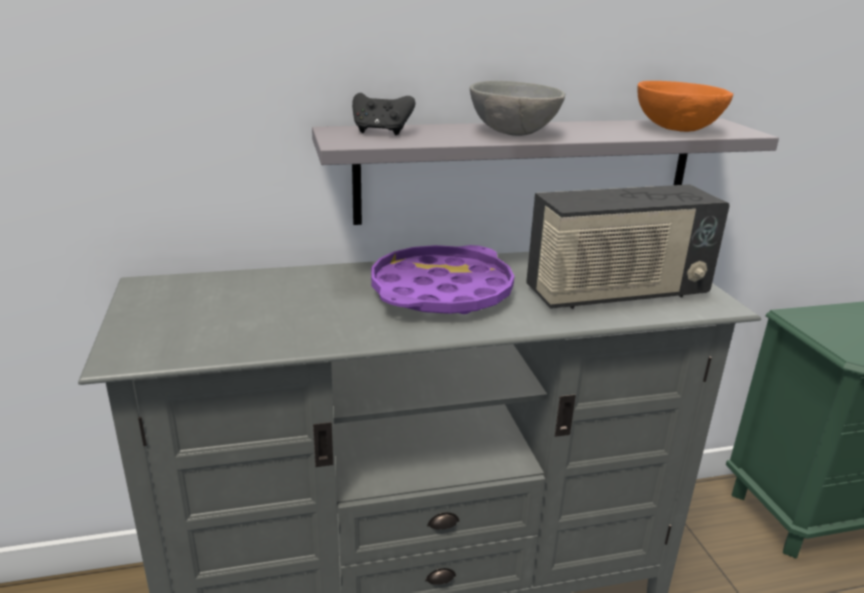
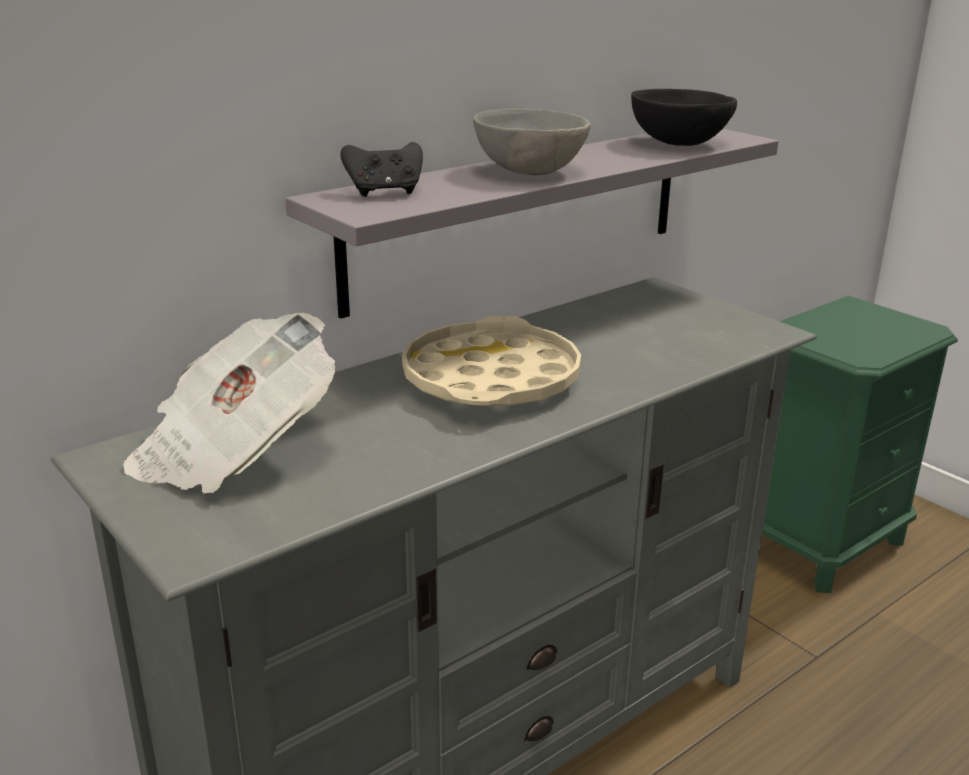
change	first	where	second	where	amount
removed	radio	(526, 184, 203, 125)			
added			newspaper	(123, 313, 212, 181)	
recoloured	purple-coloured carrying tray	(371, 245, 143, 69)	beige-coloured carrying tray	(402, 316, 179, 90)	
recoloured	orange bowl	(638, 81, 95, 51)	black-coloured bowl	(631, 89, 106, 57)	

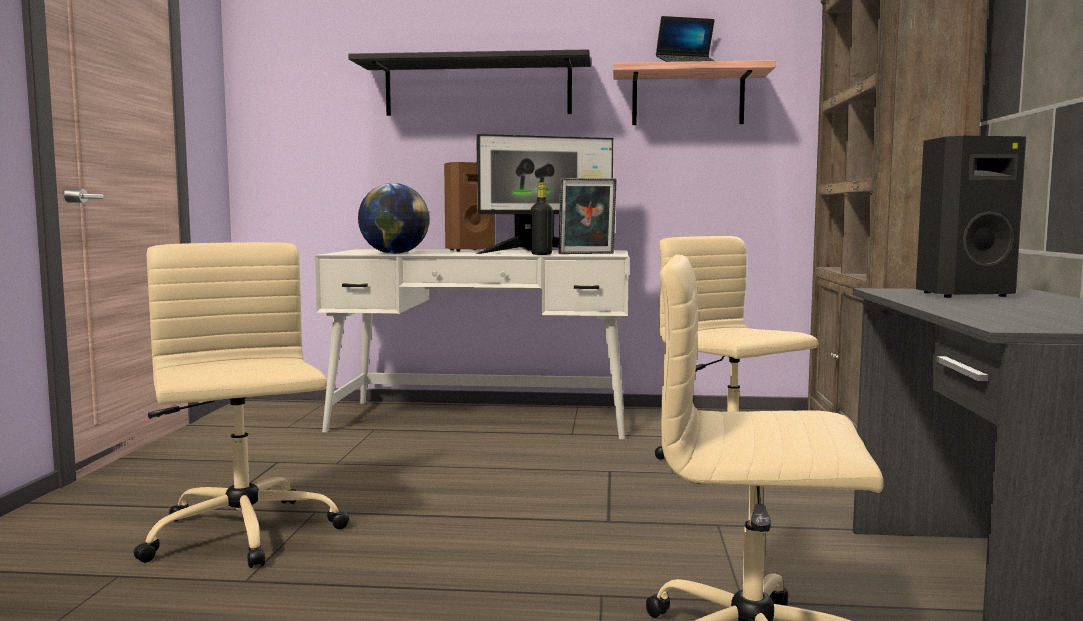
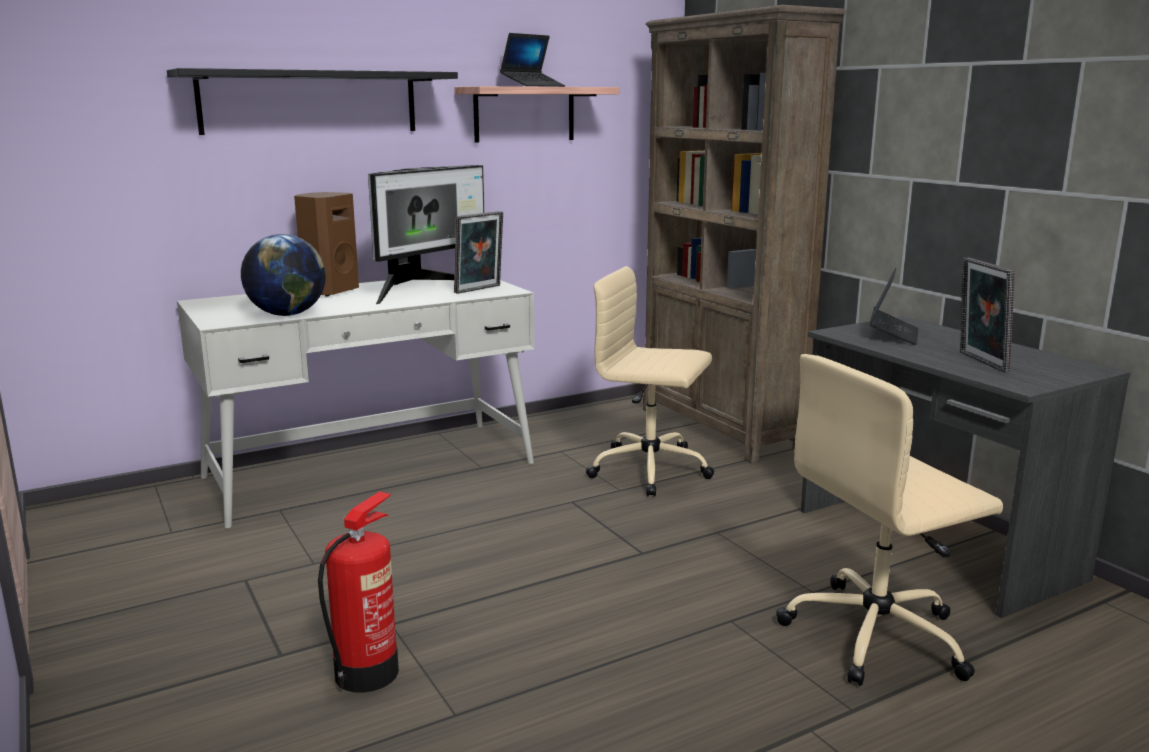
change	first	where	second	where	amount
removed	black-coloured bottle	(531, 182, 22, 73)			
added			photo frame	(960, 257, 55, 115)	
replaced	beige-coloured desk chair	(133, 242, 217, 326)	extinguisher	(318, 491, 81, 202)	
replaced	black-coloured audio speaker	(916, 136, 110, 162)	laptop	(869, 268, 49, 77)	

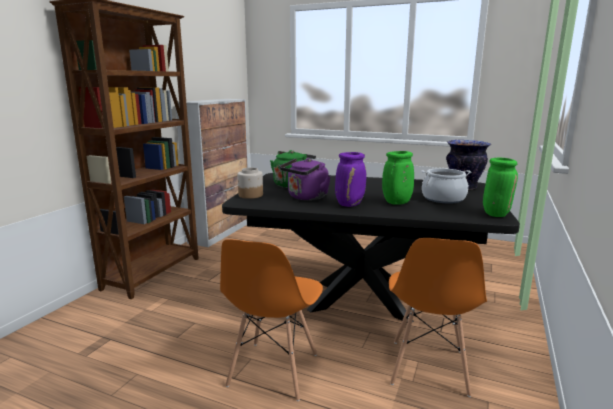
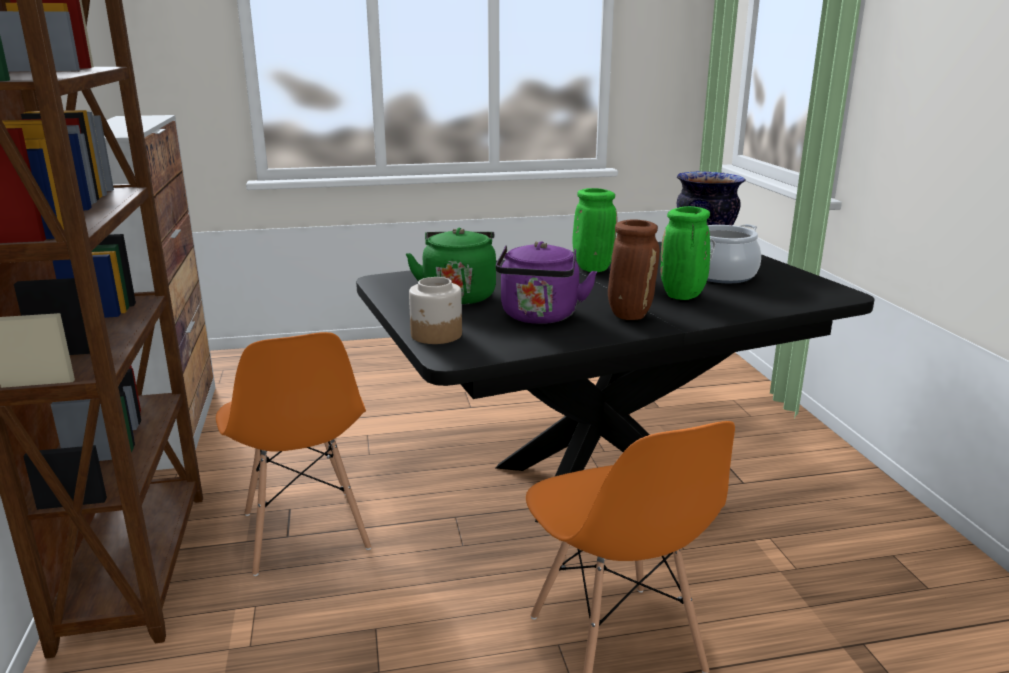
change	first	where	second	where	amount
moved	orange chair	(389, 238, 98, 159)		(216, 332, 155, 244)	
moved	green-coloured flower vase	(483, 158, 35, 59)		(572, 188, 45, 84)	
recoloured	purple-coloured flower vase	(335, 152, 31, 55)	brownish flower vase	(608, 219, 52, 101)	

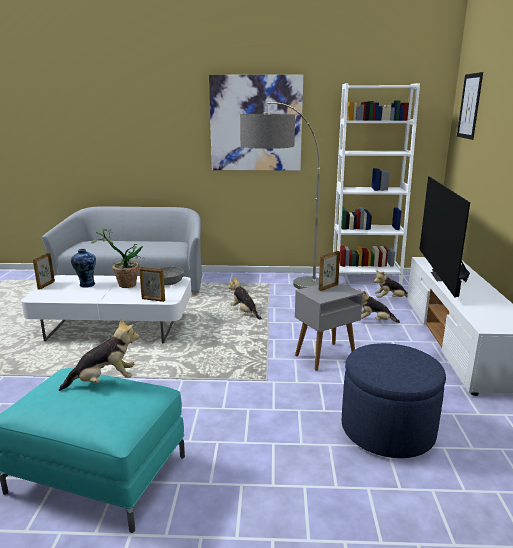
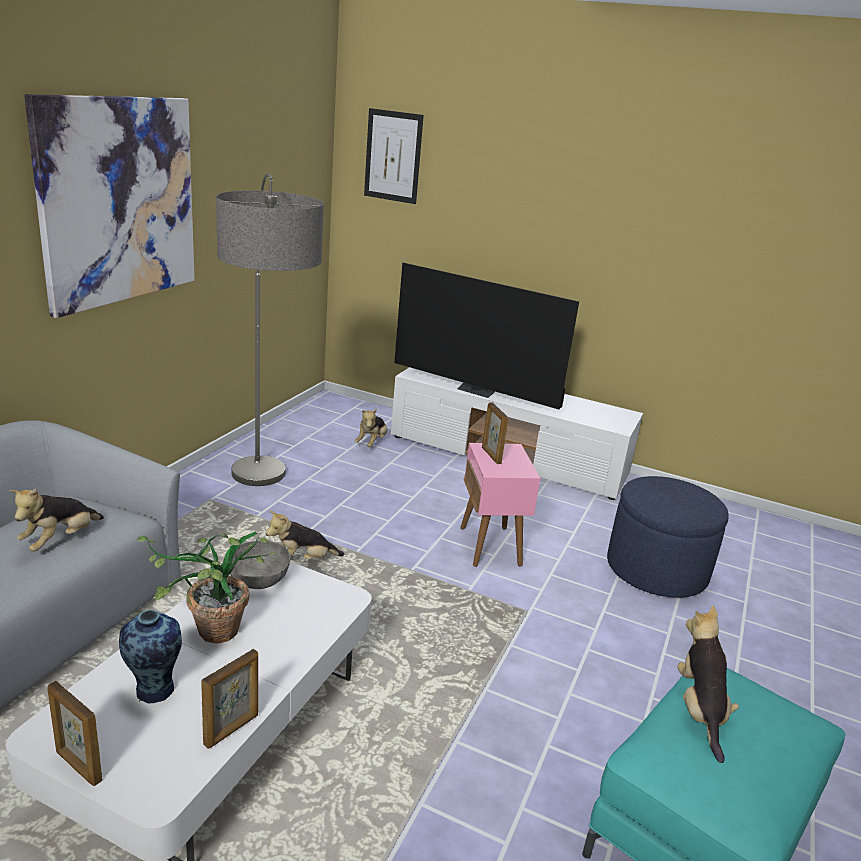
change	first	where	second	where	amount
removed	white shelving unit	(333, 83, 87, 202)			
moved	photo frame	(139, 267, 26, 35)		(201, 649, 57, 100)	
moved	cuddly toy	(357, 288, 43, 35)		(9, 489, 95, 63)	
recoloured	greyish accent table	(295, 281, 68, 90)	pink-coloured accent table	(460, 443, 81, 124)	

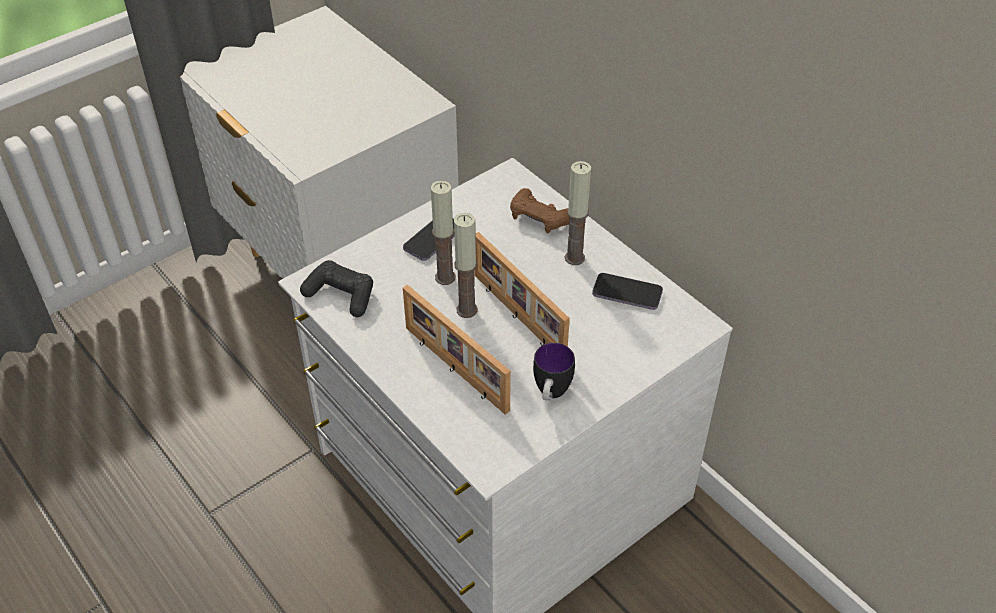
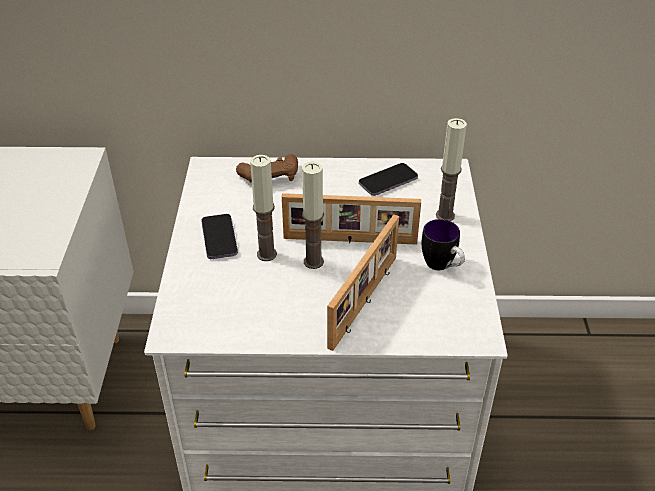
change	first	where	second	where	amount
removed	black-coloured gamepad	(300, 260, 73, 57)			
moved	candle	(565, 161, 26, 104)		(436, 118, 31, 103)	
turned	photo frame	(403, 285, 108, 130)		(327, 215, 72, 136)	60 degrees counterclockwise

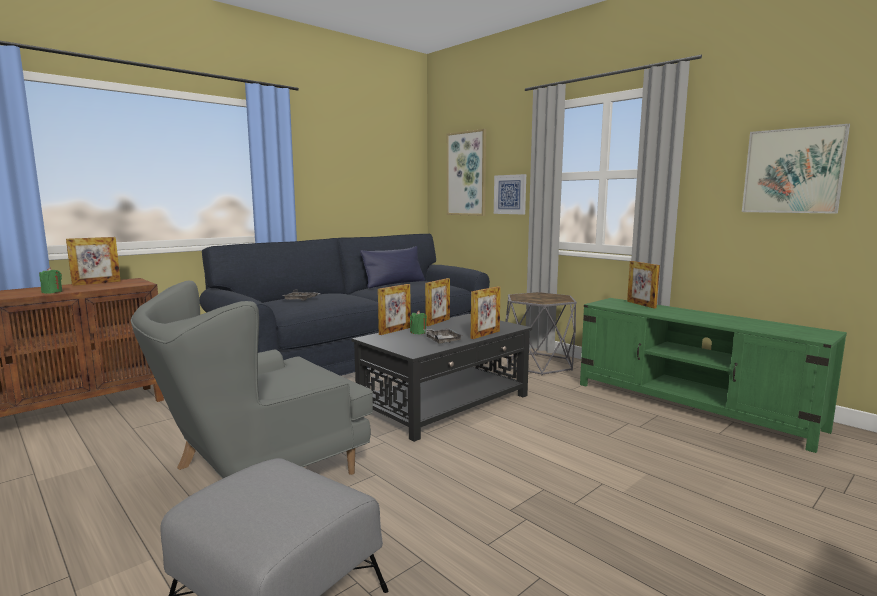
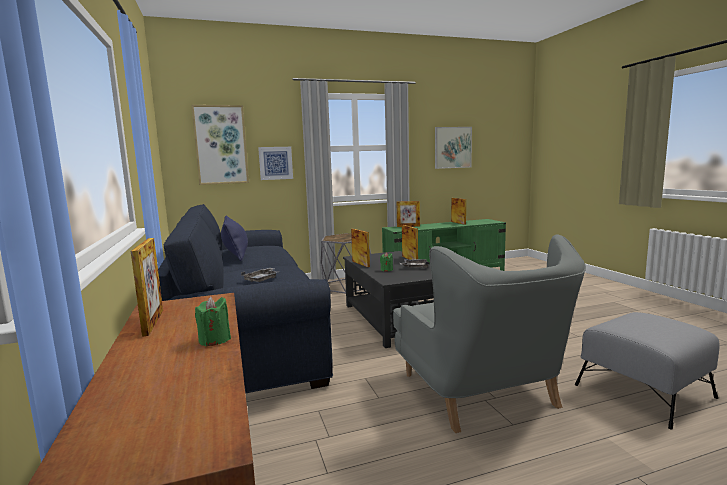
change	first	where	second	where	amount
moved	photo frame	(378, 284, 33, 51)		(451, 198, 15, 27)	

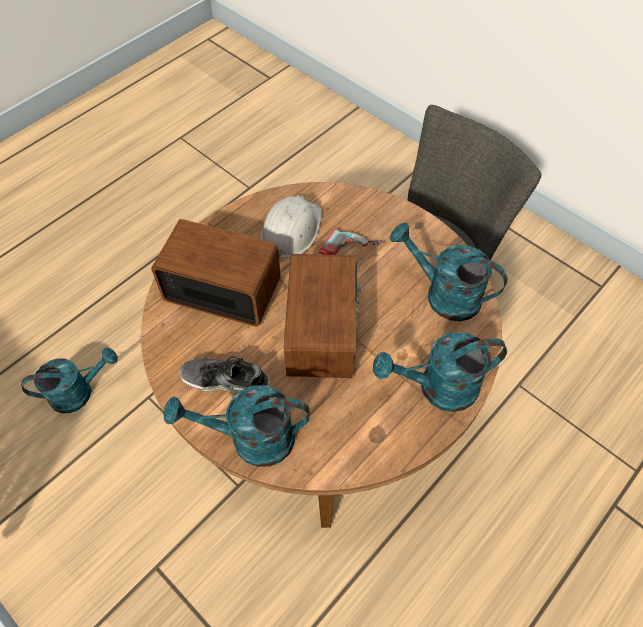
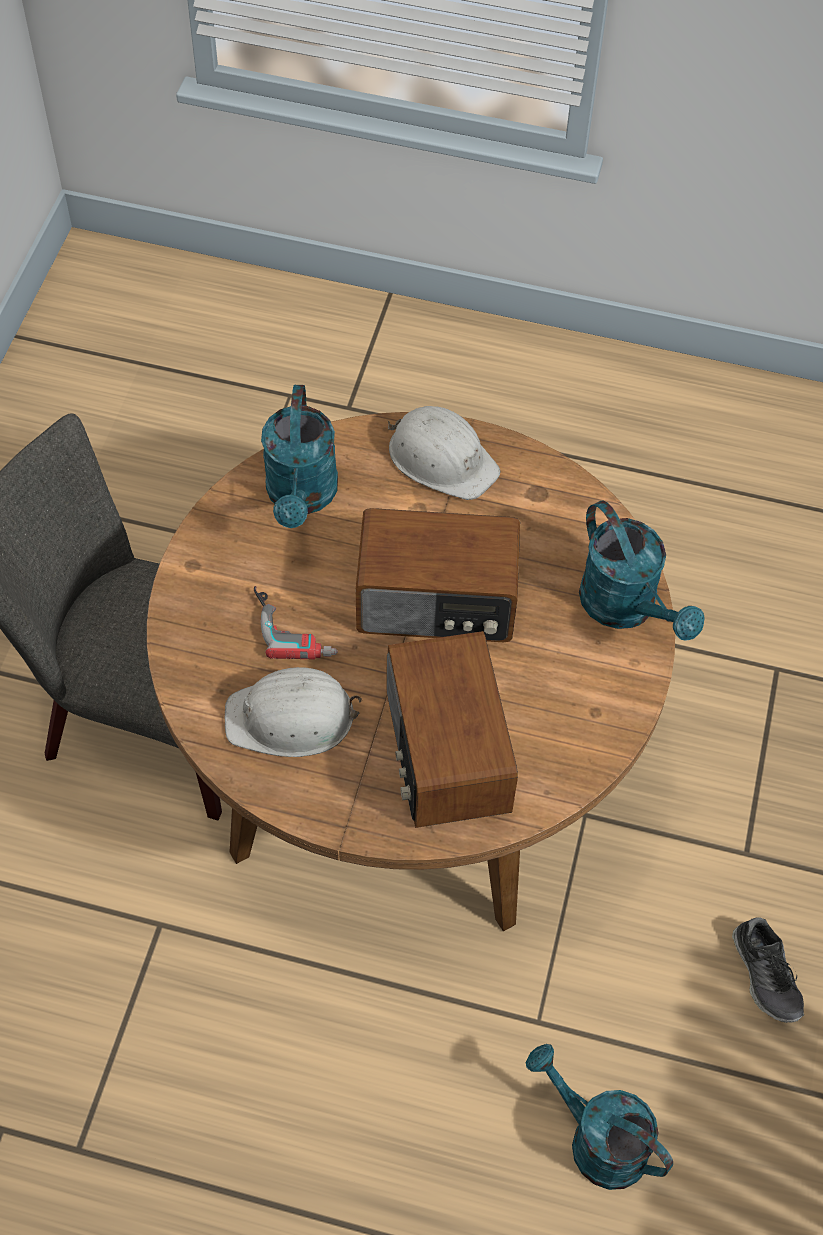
change	first	where	second	where	amount
moved	low shoe	(180, 356, 90, 38)		(732, 917, 72, 106)	
replaced	turquoise watering pot	(373, 332, 134, 80)	white work helmet	(388, 406, 112, 94)	
turned	radio	(284, 254, 77, 124)		(356, 508, 164, 134)	150 degrees counterclockwise

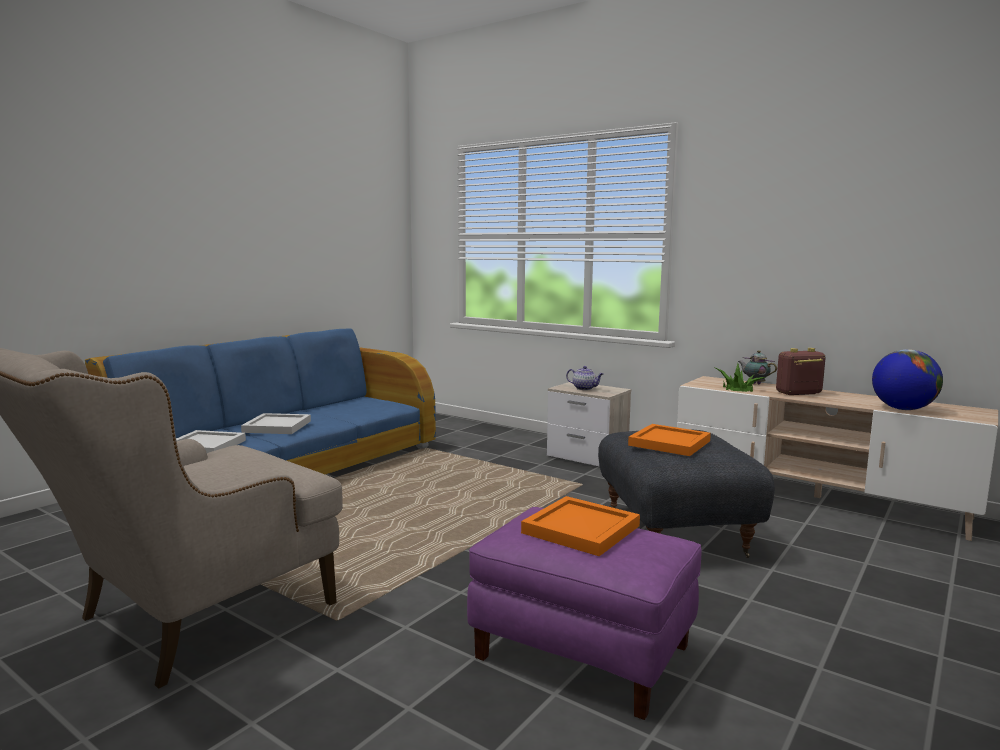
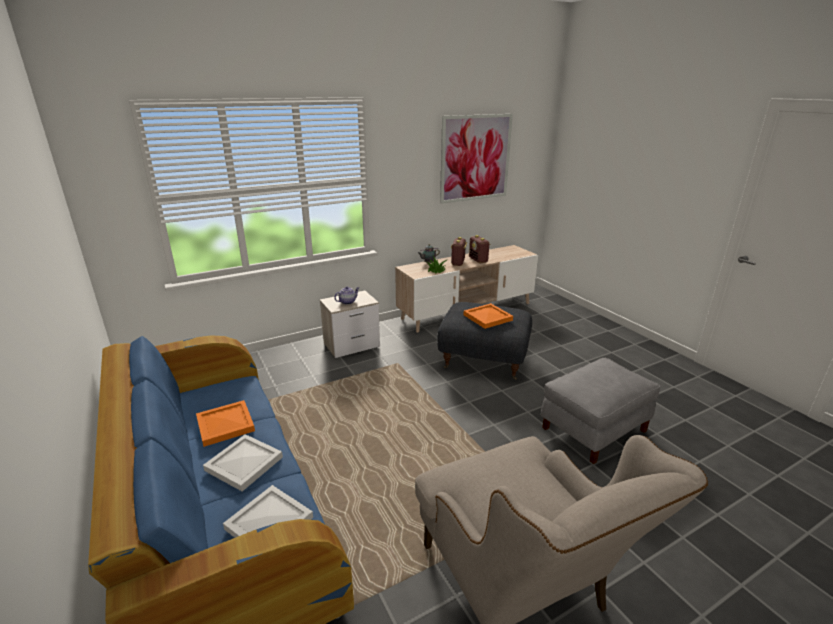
change	first	where	second	where	amount
removed	globe	(872, 349, 71, 61)			
added			wall picture	(440, 114, 73, 90)	
added			radio	(469, 235, 21, 28)	
moved	orange carrying tray	(521, 496, 119, 60)		(196, 400, 59, 47)	
recoloured	purple-coloured ottoman	(467, 507, 235, 213)	greyish ottoman	(541, 358, 119, 106)	

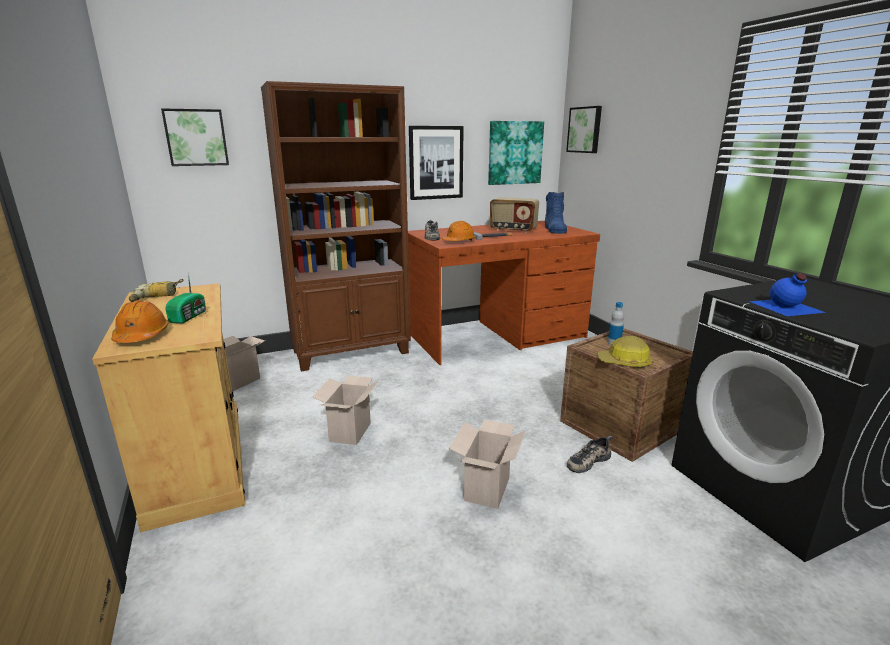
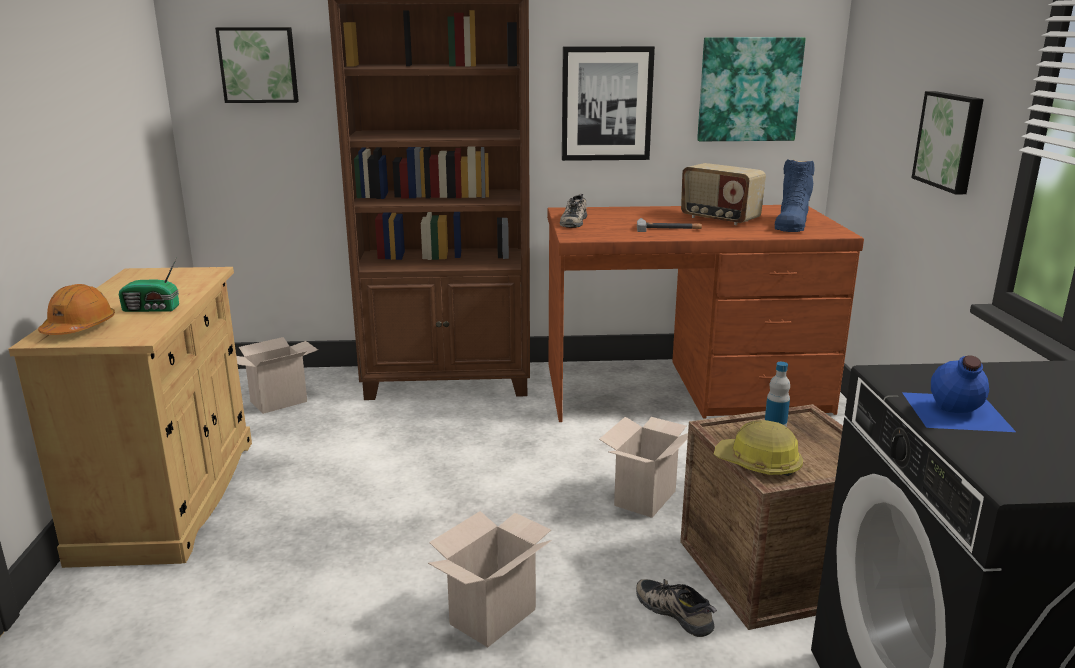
change	first	where	second	where	amount
removed	power drill	(129, 279, 55, 23)			
removed	orange work helmet	(442, 221, 34, 20)			
moved	cardboard box	(312, 375, 67, 70)		(599, 417, 89, 101)	
moved	wall picture	(566, 106, 36, 47)		(912, 91, 72, 103)	
turned	radio	(166, 272, 40, 51)		(119, 257, 60, 55)	60 degrees clockwise
turned	low shoe	(567, 436, 46, 37)		(636, 579, 81, 58)	60 degrees clockwise

